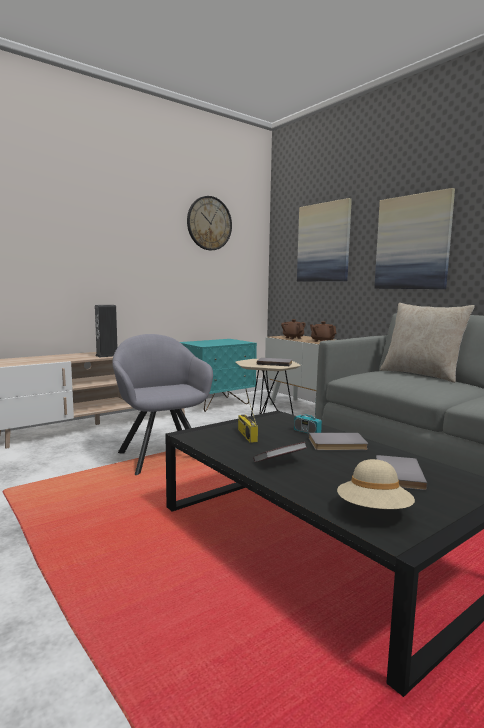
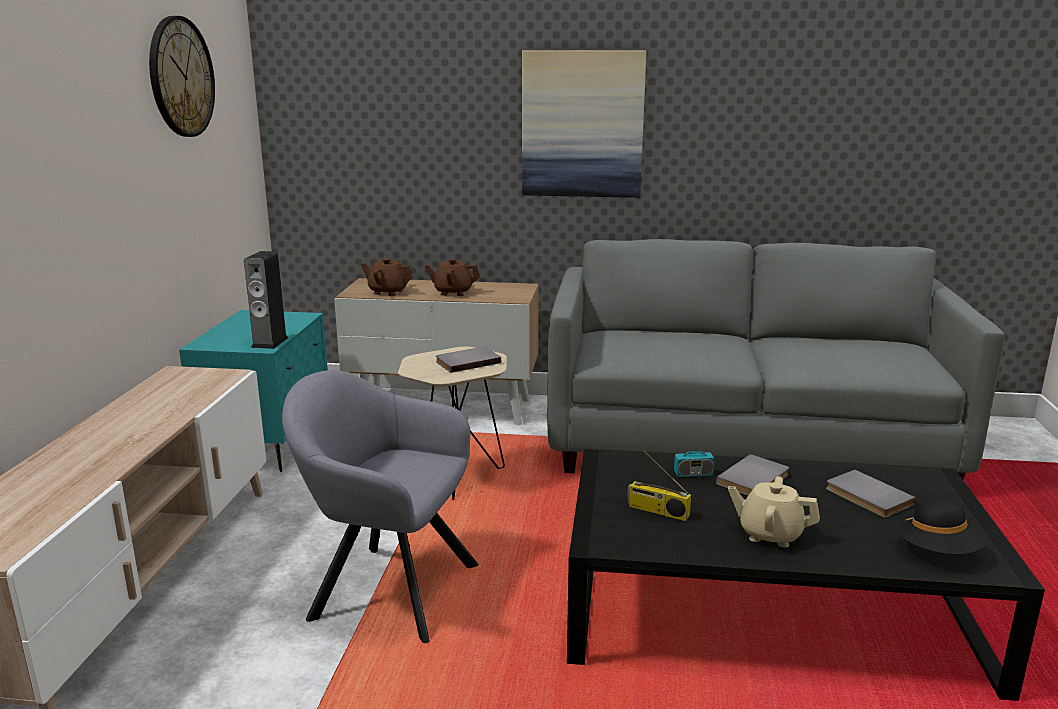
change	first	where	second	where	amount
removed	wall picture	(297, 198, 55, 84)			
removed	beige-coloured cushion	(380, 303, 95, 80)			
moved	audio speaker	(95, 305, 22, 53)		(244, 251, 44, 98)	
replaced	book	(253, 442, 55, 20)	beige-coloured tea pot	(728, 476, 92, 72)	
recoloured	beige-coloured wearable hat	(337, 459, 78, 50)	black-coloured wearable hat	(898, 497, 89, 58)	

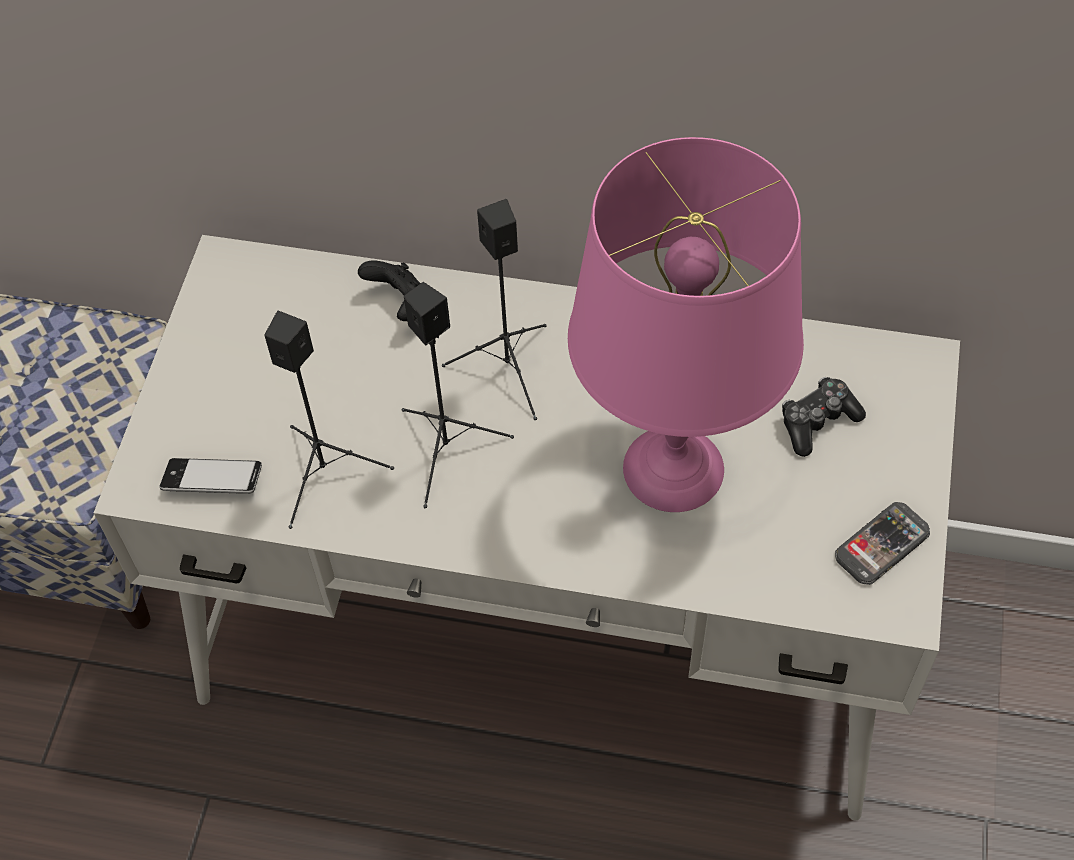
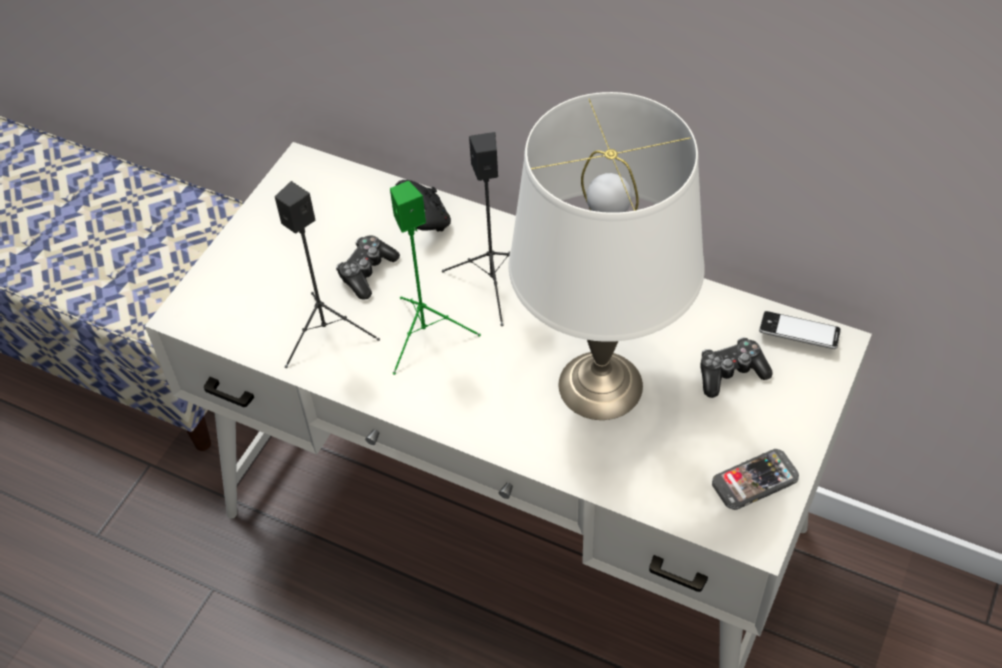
change	first	where	second	where	amount
added			gamepad	(336, 235, 64, 65)	
moved	phone	(160, 458, 102, 36)		(759, 311, 82, 38)	
recoloured	black-coloured audio speaker	(402, 282, 112, 226)	green-coloured audio speaker	(390, 181, 91, 194)	
recoloured	pink-coloured table lamp	(568, 137, 236, 375)	white table lamp	(509, 92, 196, 328)	

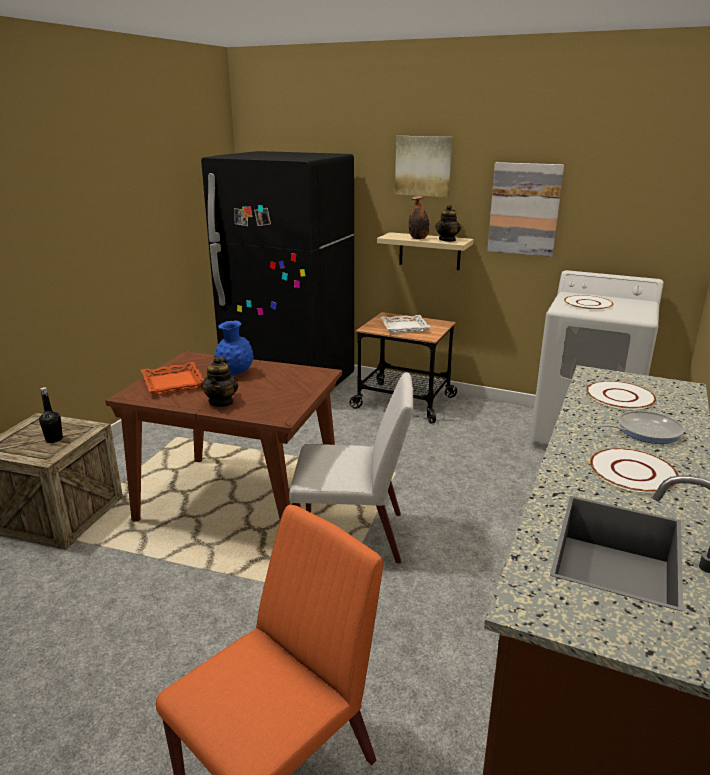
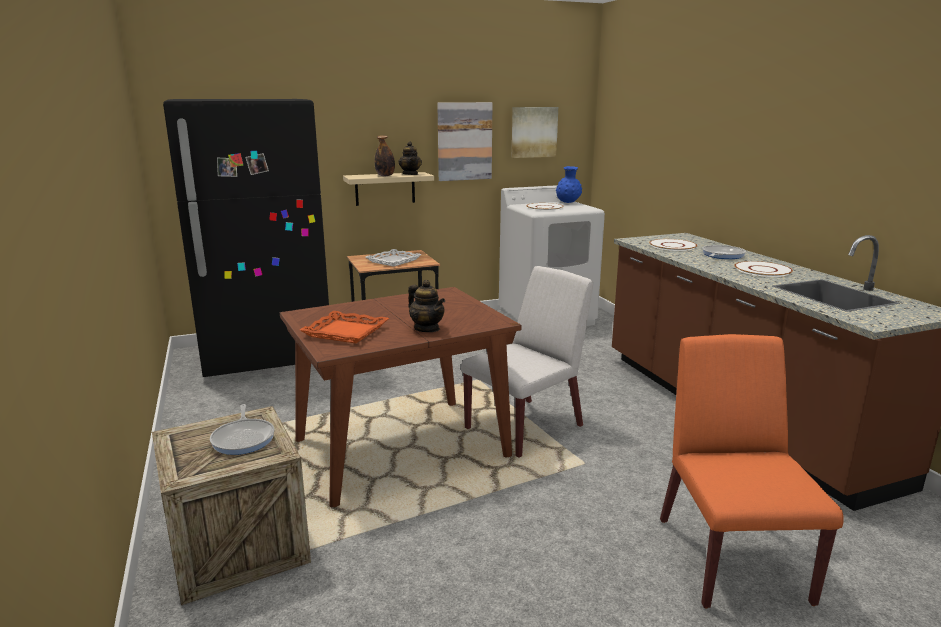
change	first	where	second	where	amount
moved	blue-coloured flower vase	(214, 320, 40, 55)		(556, 166, 26, 37)	
moved	wall picture	(395, 136, 57, 61)		(512, 107, 46, 51)	
replaced	black-coloured bottle	(39, 387, 24, 56)	frying pan	(210, 404, 65, 51)	

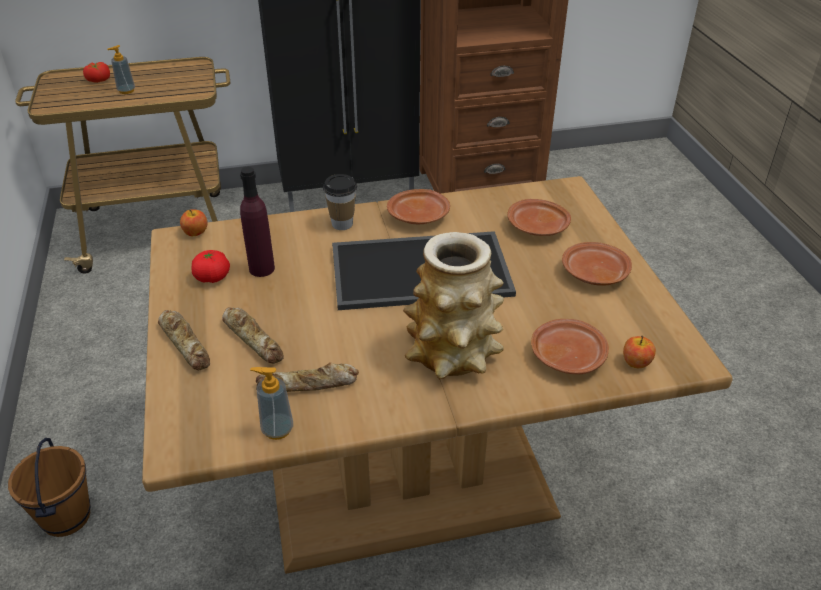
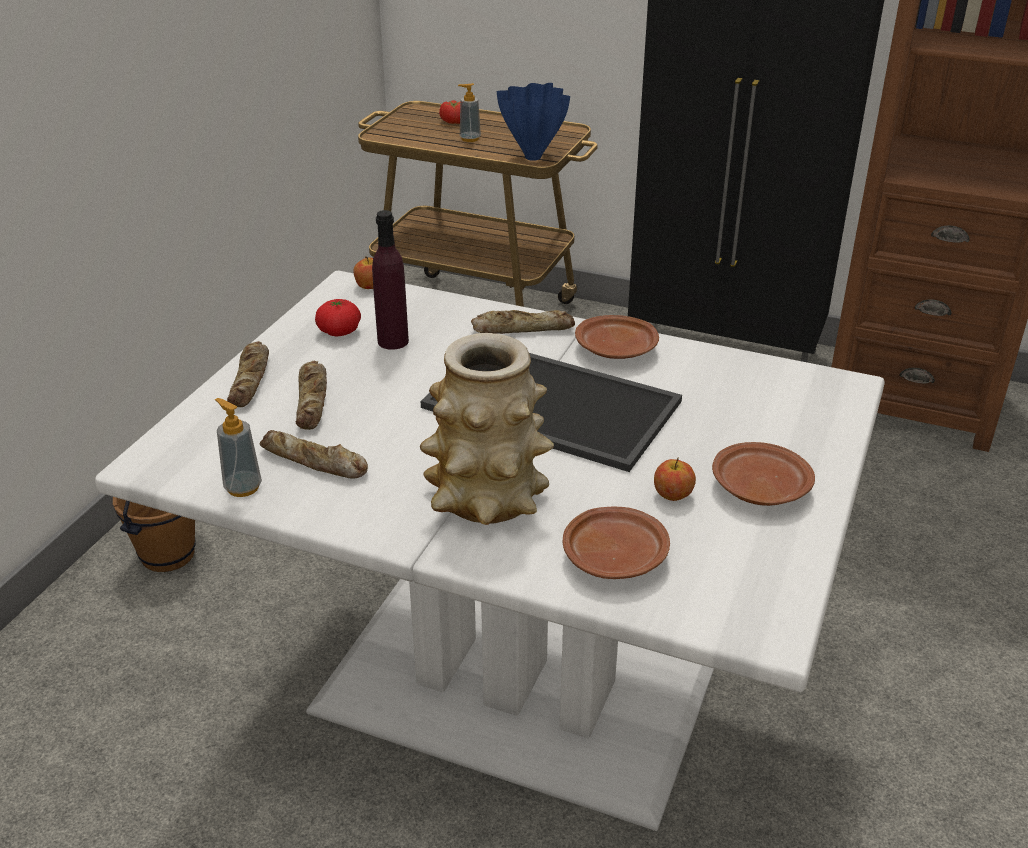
change	first	where	second	where	amount
removed	brownish plate	(507, 199, 64, 37)			
added			blue-coloured flower vase	(497, 83, 73, 78)	
moved	whole apple	(623, 336, 33, 32)		(654, 457, 42, 44)	
replaced	drinking cup	(323, 174, 34, 56)	bread	(471, 310, 104, 24)	
recoloured	brownish dining table	(142, 176, 591, 398)	white dining table	(95, 270, 790, 561)	

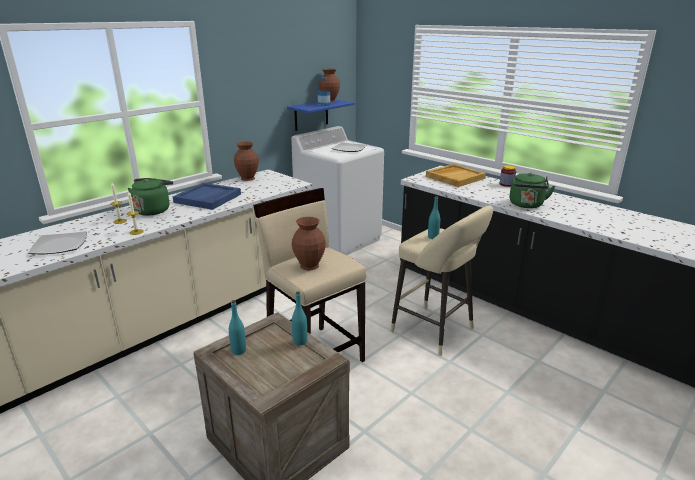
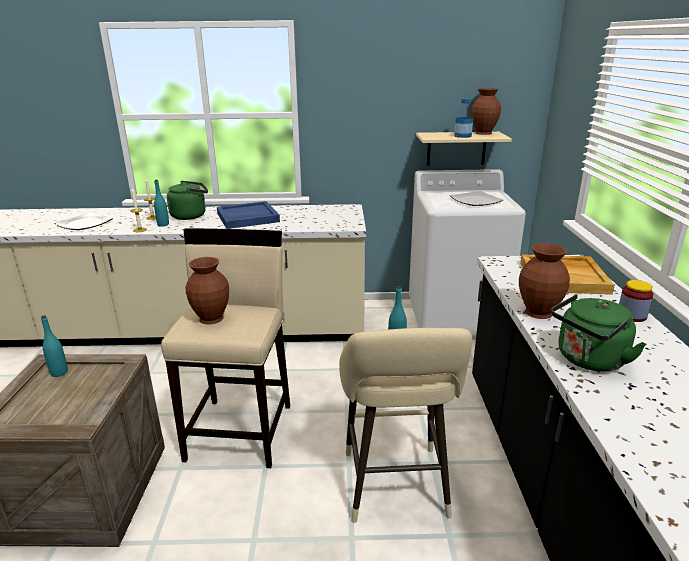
change	first	where	second	where	amount
moved	brownish flower vase	(234, 141, 25, 40)		(519, 243, 51, 76)	
moved	turquoise bottle	(292, 291, 15, 54)		(154, 180, 15, 47)	
recoloured	blue-coloured bracket shelf	(287, 99, 68, 32)	beige-coloured bracket shelf	(416, 132, 96, 33)	

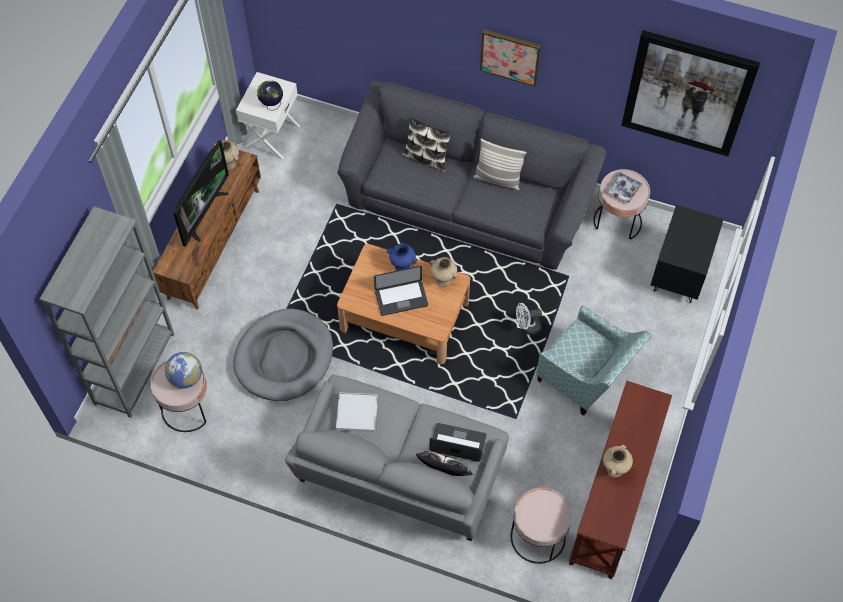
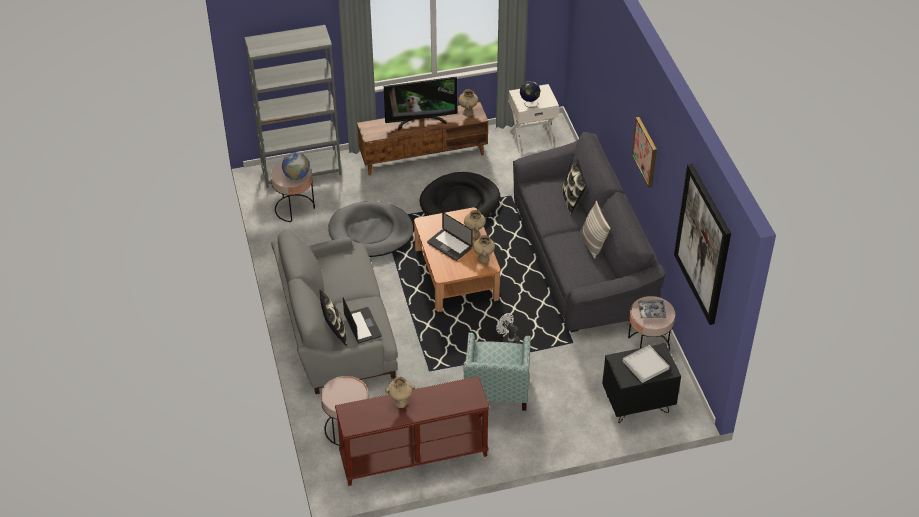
change	first	where	second	where	amount
added			black-coloured pet bed	(420, 172, 80, 48)	
moved	white carrying tray	(336, 392, 42, 40)		(623, 345, 47, 38)	
recoloured	blue-coloured flower vase	(387, 243, 30, 28)	beige-coloured flower vase	(464, 210, 22, 28)	

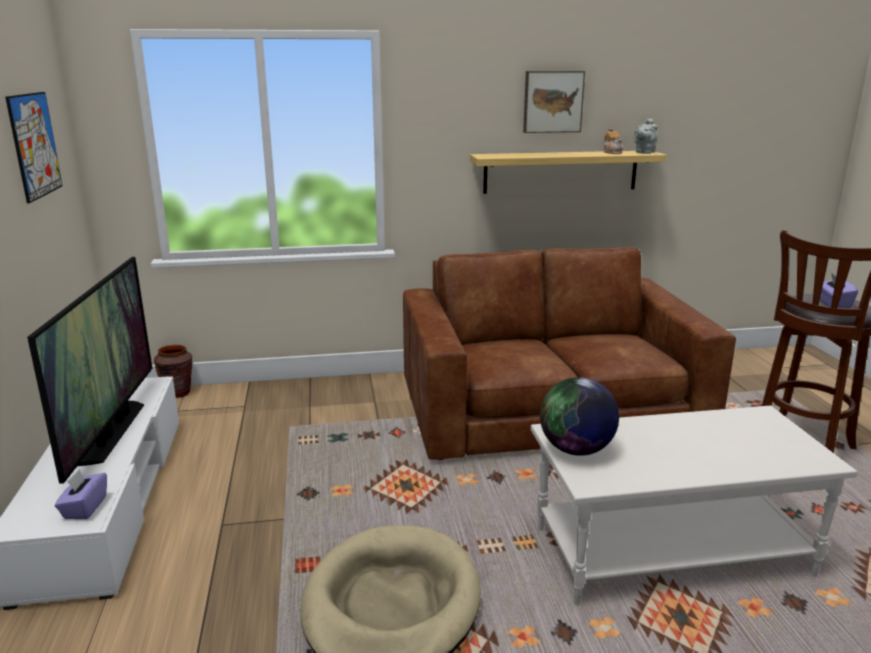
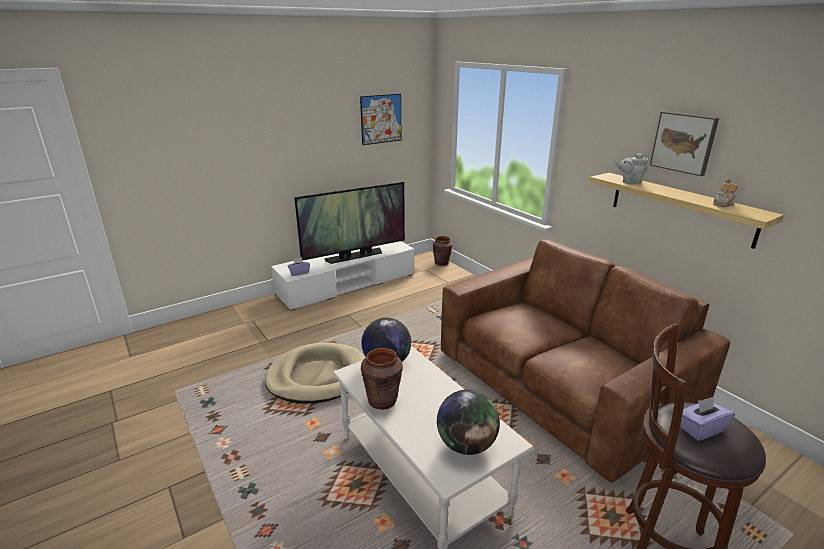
change	first	where	second	where	amount
added			brownish flower vase	(361, 348, 42, 62)	
added			globe	(437, 390, 63, 65)	
moved	greyish tea pot	(633, 119, 25, 35)		(615, 153, 33, 31)	

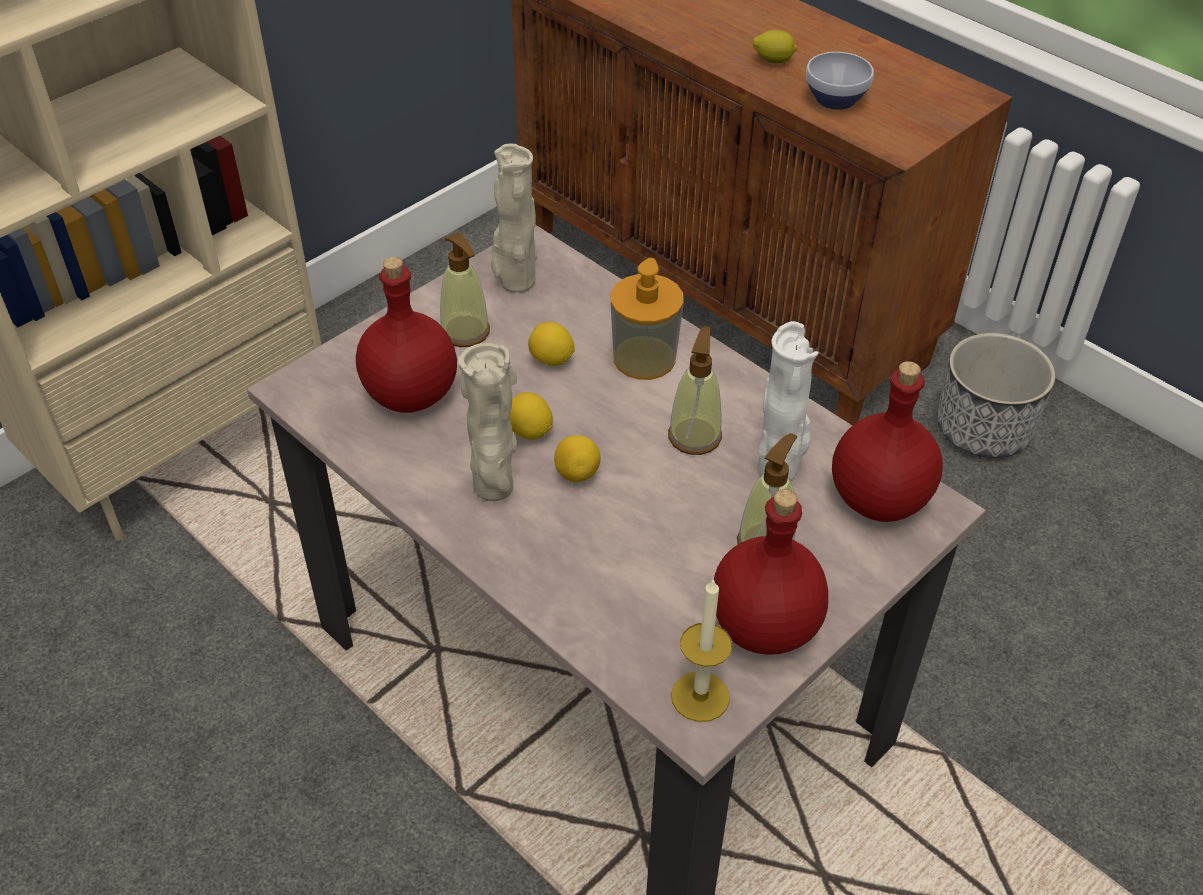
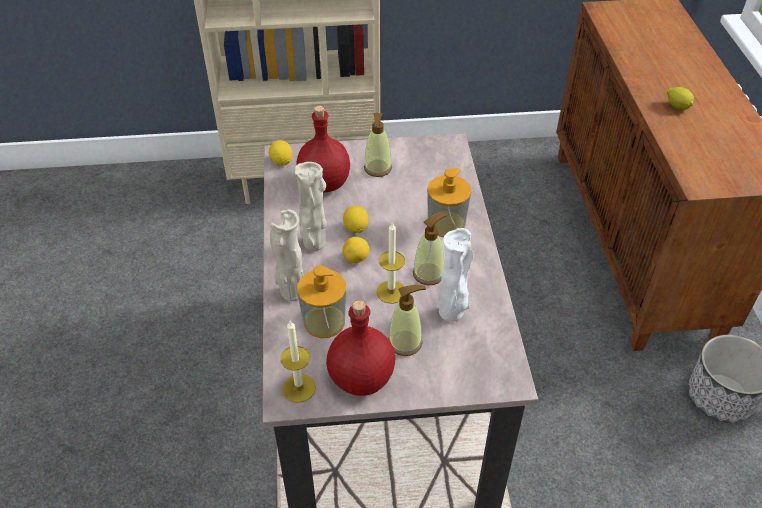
change	first	where	second	where	amount
removed	bowl	(806, 52, 68, 58)			
removed	red-coloured bottle	(832, 361, 111, 161)			
added			liquid soap bottle	(297, 265, 49, 73)	
added			candle	(376, 222, 29, 82)	
moved	beige-coloured flower vase	(491, 144, 46, 149)		(270, 209, 34, 92)	
moved	lemon	(528, 322, 47, 44)		(269, 140, 24, 25)	

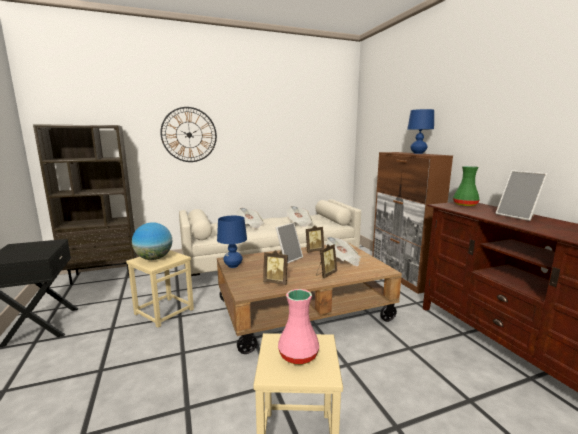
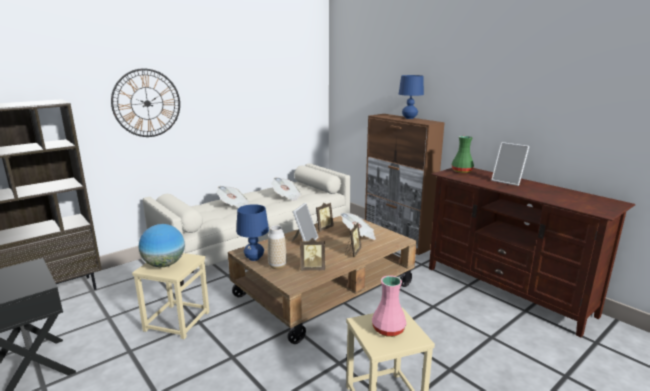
change	first	where	second	where	amount
added			flower vase	(268, 225, 19, 44)	

